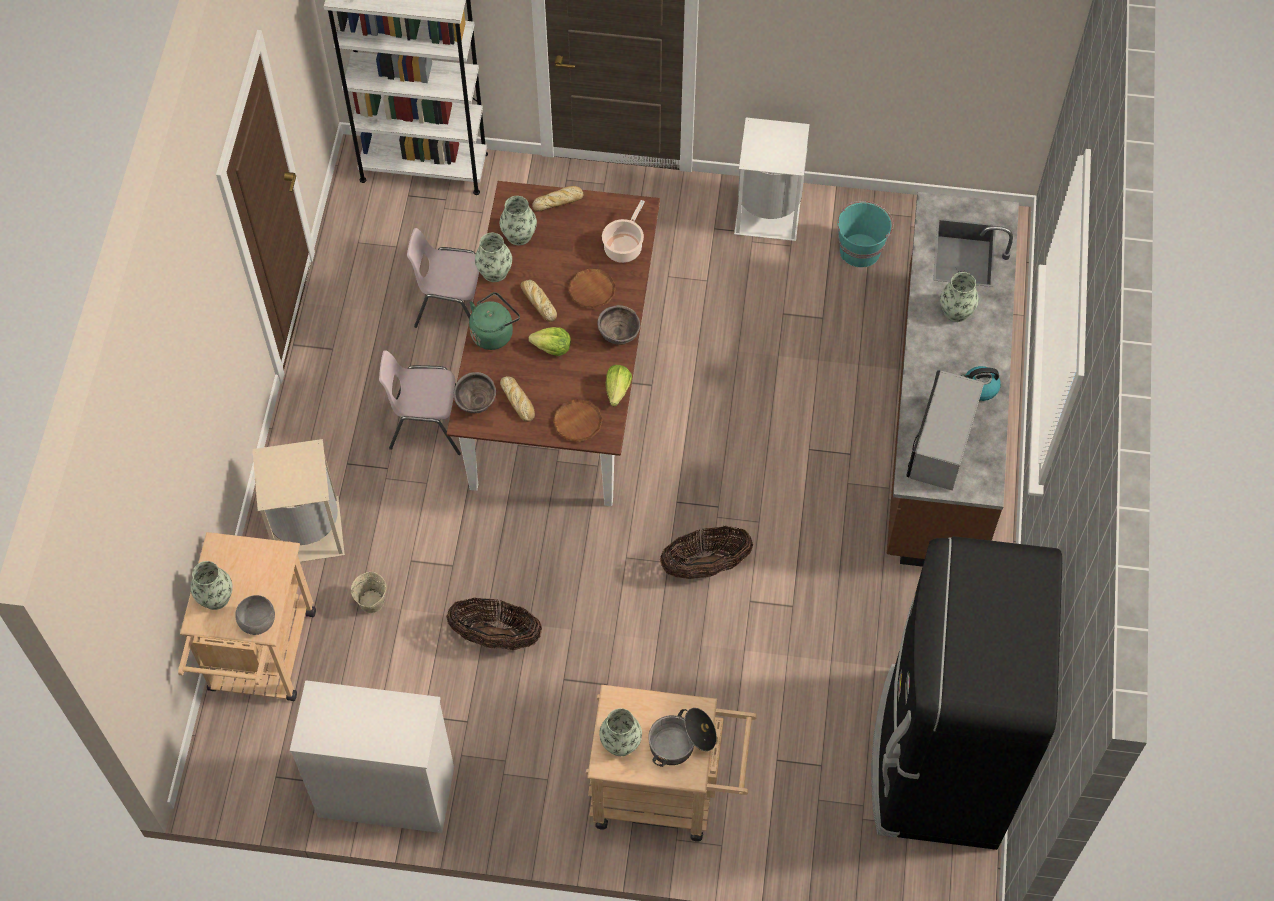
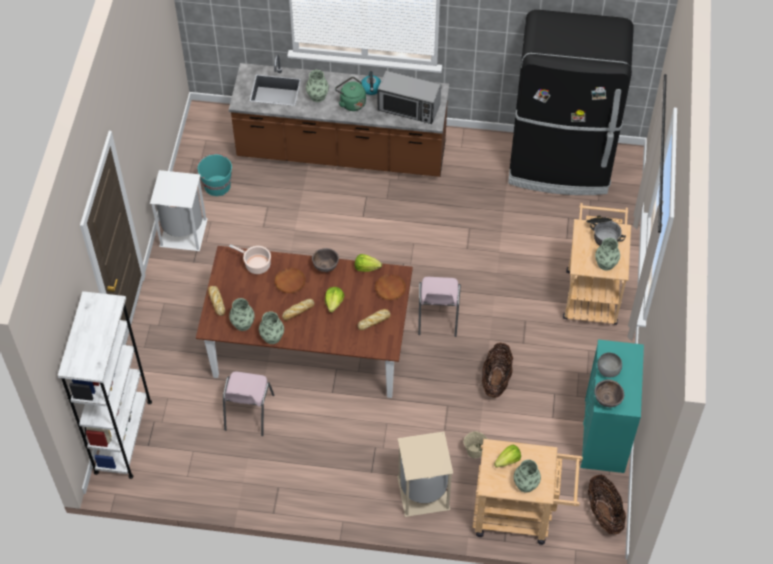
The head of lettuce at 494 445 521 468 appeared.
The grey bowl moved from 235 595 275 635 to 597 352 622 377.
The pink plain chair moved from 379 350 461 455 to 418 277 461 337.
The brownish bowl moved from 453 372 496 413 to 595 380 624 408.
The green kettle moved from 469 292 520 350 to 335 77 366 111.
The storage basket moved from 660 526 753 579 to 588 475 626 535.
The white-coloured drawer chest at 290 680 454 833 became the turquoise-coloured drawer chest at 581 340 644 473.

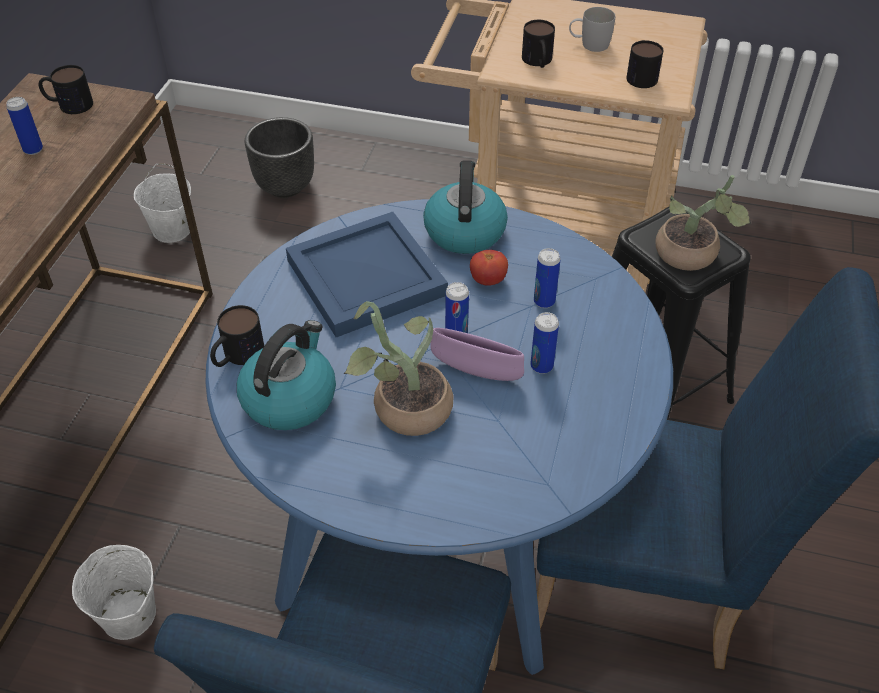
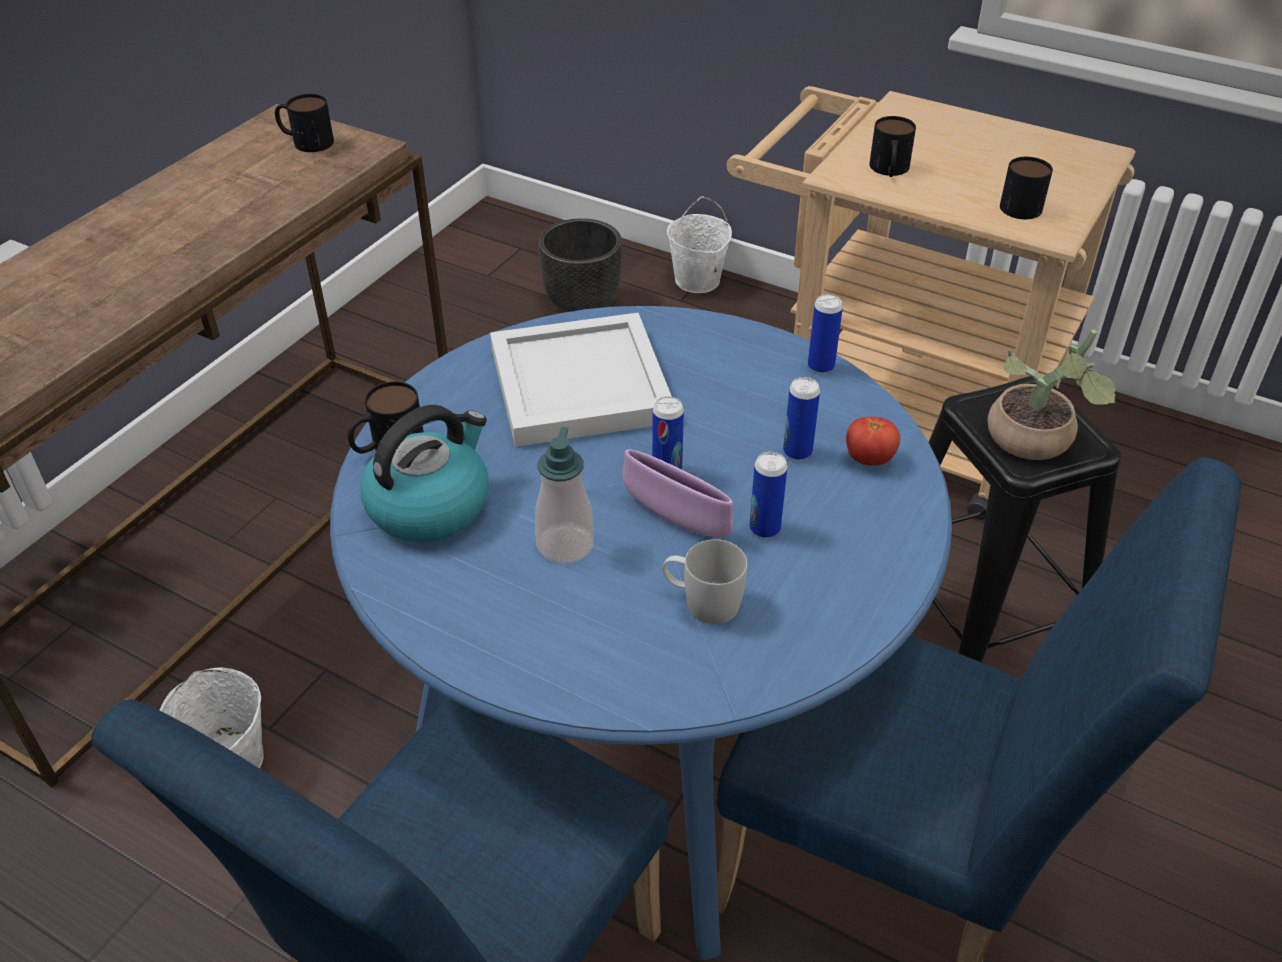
The kettle at 423 160 508 254 disappeared.
The sealed can moved from 6 97 43 155 to 808 294 843 374.
The white-coloured bucket moved from 134 164 191 243 to 667 196 732 293.
The fresh tomato moved from 470 250 508 286 to 846 417 900 466.
The white-coloured mug moved from 569 7 615 52 to 663 539 747 624.
The houseplant at 343 301 453 436 was replaced by the liquid soap bottle at 535 427 594 563.
The blue serving tray at 286 212 448 337 became the white-coloured serving tray at 490 313 672 447.

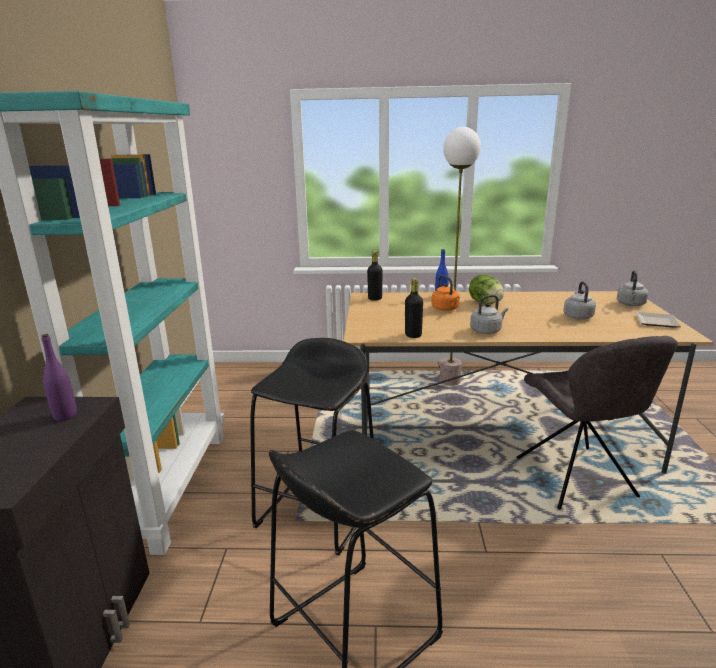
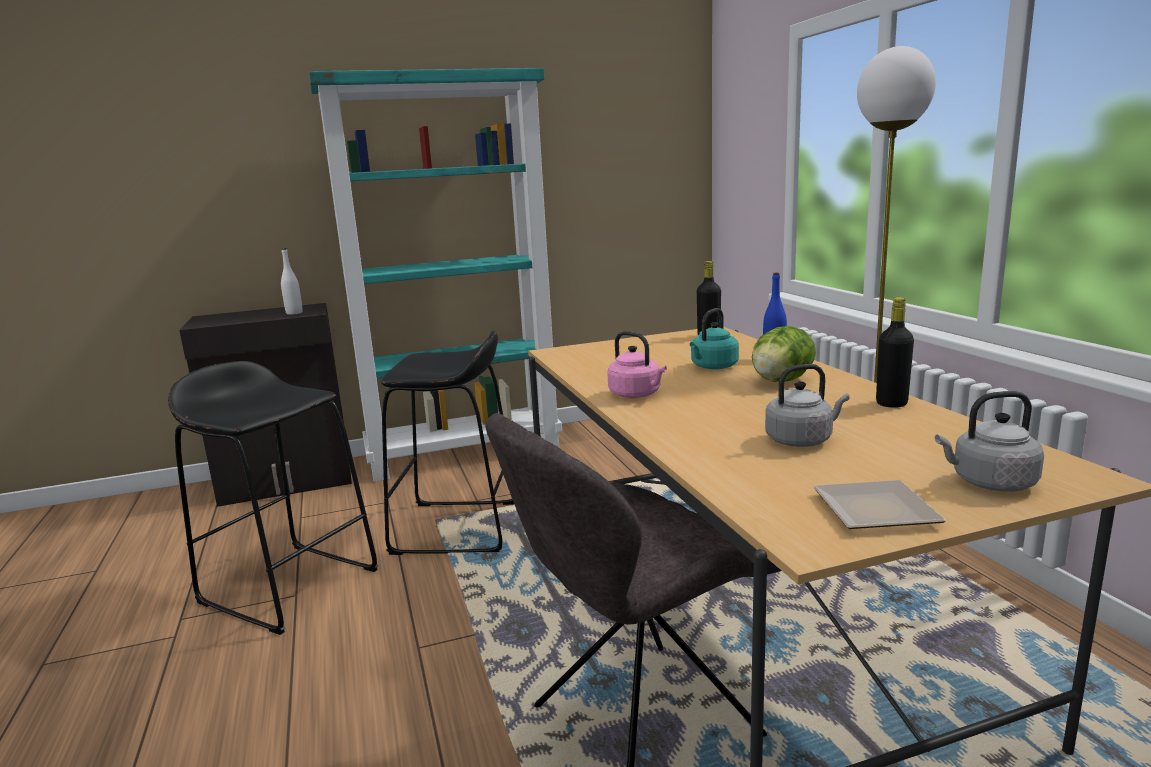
The blackish drink bottle moved from 405 278 423 338 to 876 297 914 408.
The purplish drink bottle at 41 334 77 421 became the white-coloured drink bottle at 281 248 303 315.
The orange-coloured kettle at 432 275 460 311 became the turquoise-coloured kettle at 690 308 739 370.
The grey kettle at 470 294 508 334 became the pink kettle at 607 331 667 398.

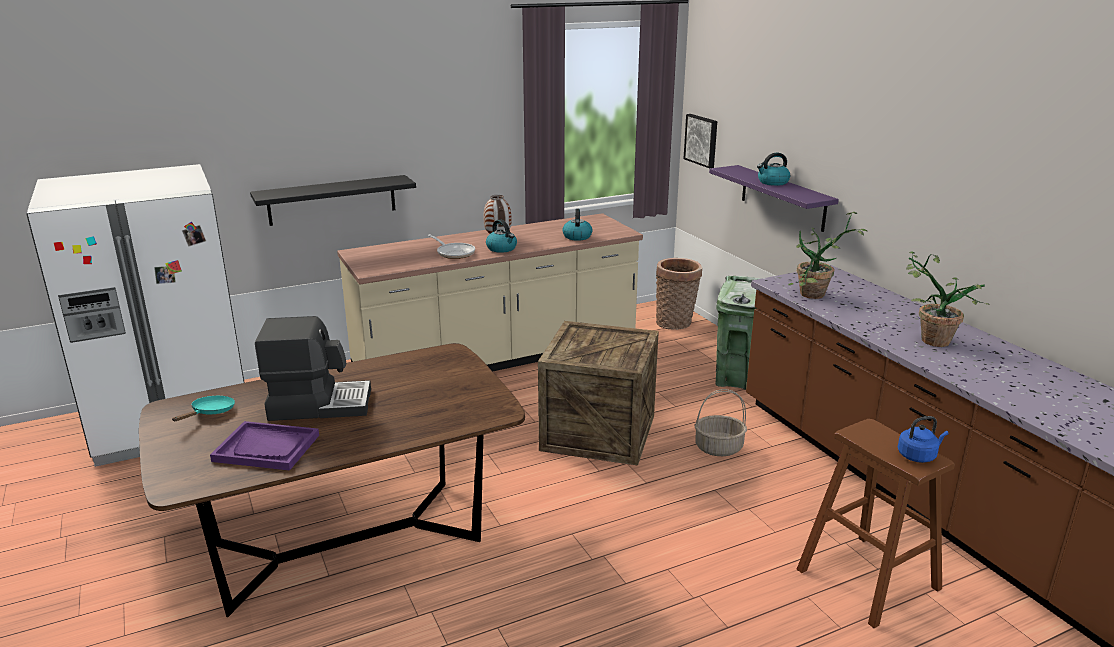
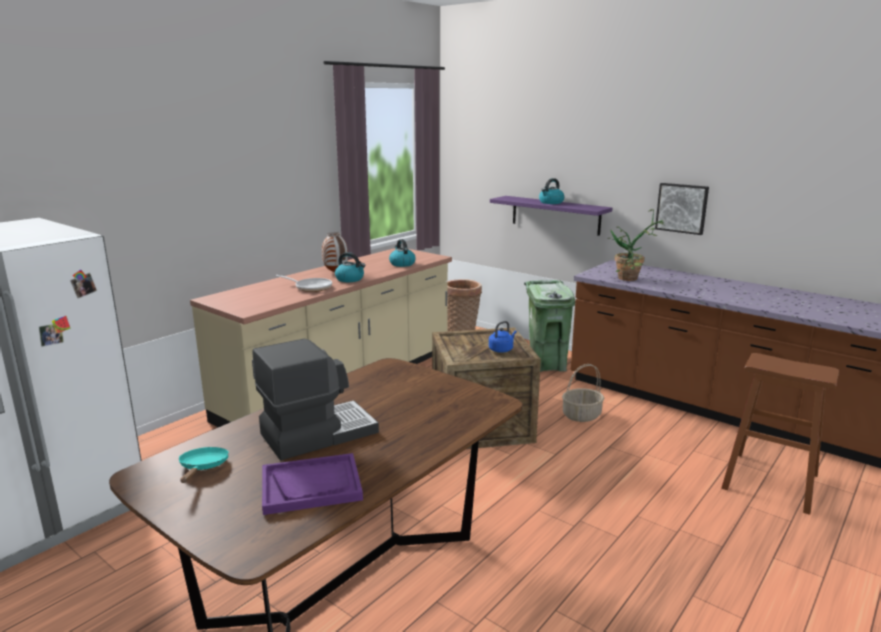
The blackish wall shelf at 250 175 416 226 disappeared.
The houseplant at 906 252 990 347 disappeared.
The picture moved from 683 114 717 168 to 655 183 709 235.
The blue kettle moved from 898 416 949 463 to 489 321 517 353.

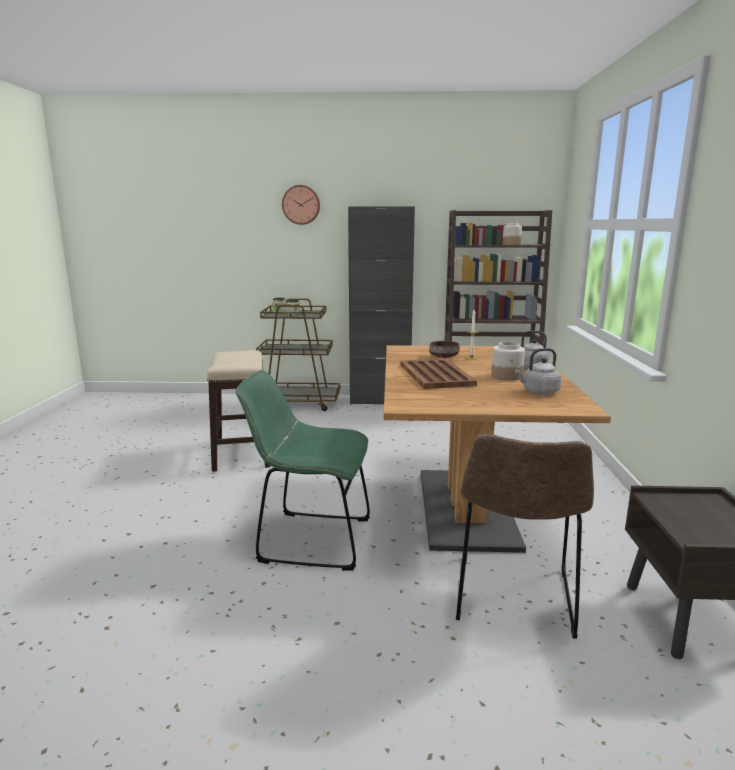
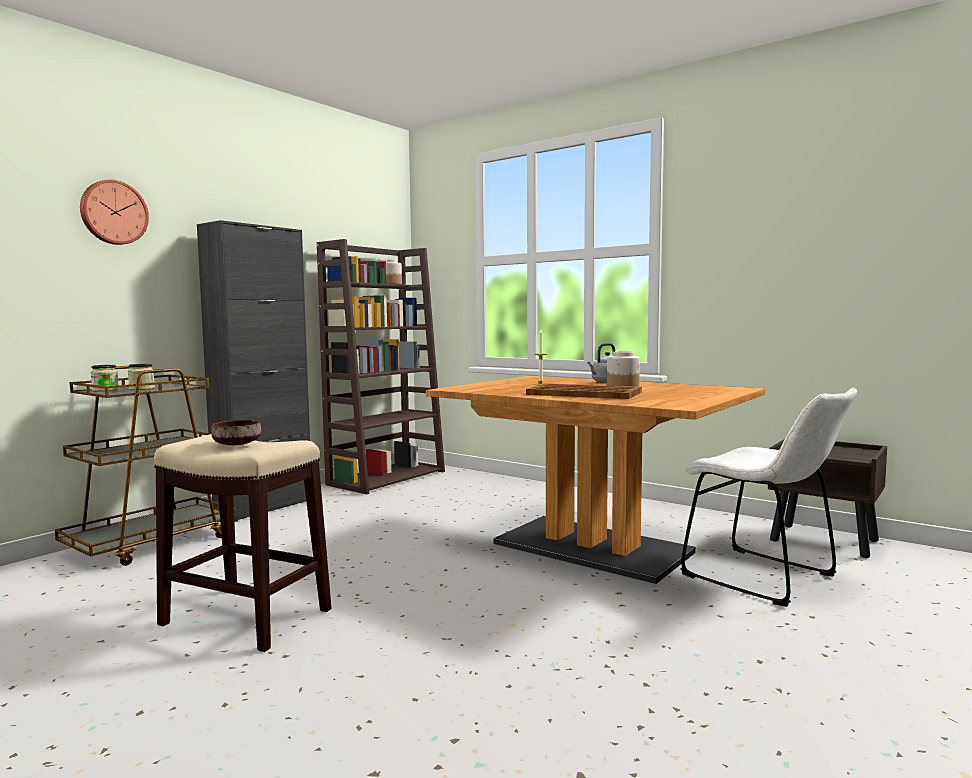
The green plain chair at 236 370 370 571 disappeared.
The grey kettle at 515 348 561 394 disappeared.
The brownish bowl moved from 429 341 460 358 to 211 420 261 445.
The brownish plain chair at 456 434 594 639 became the white-coloured plain chair at 681 388 857 607.

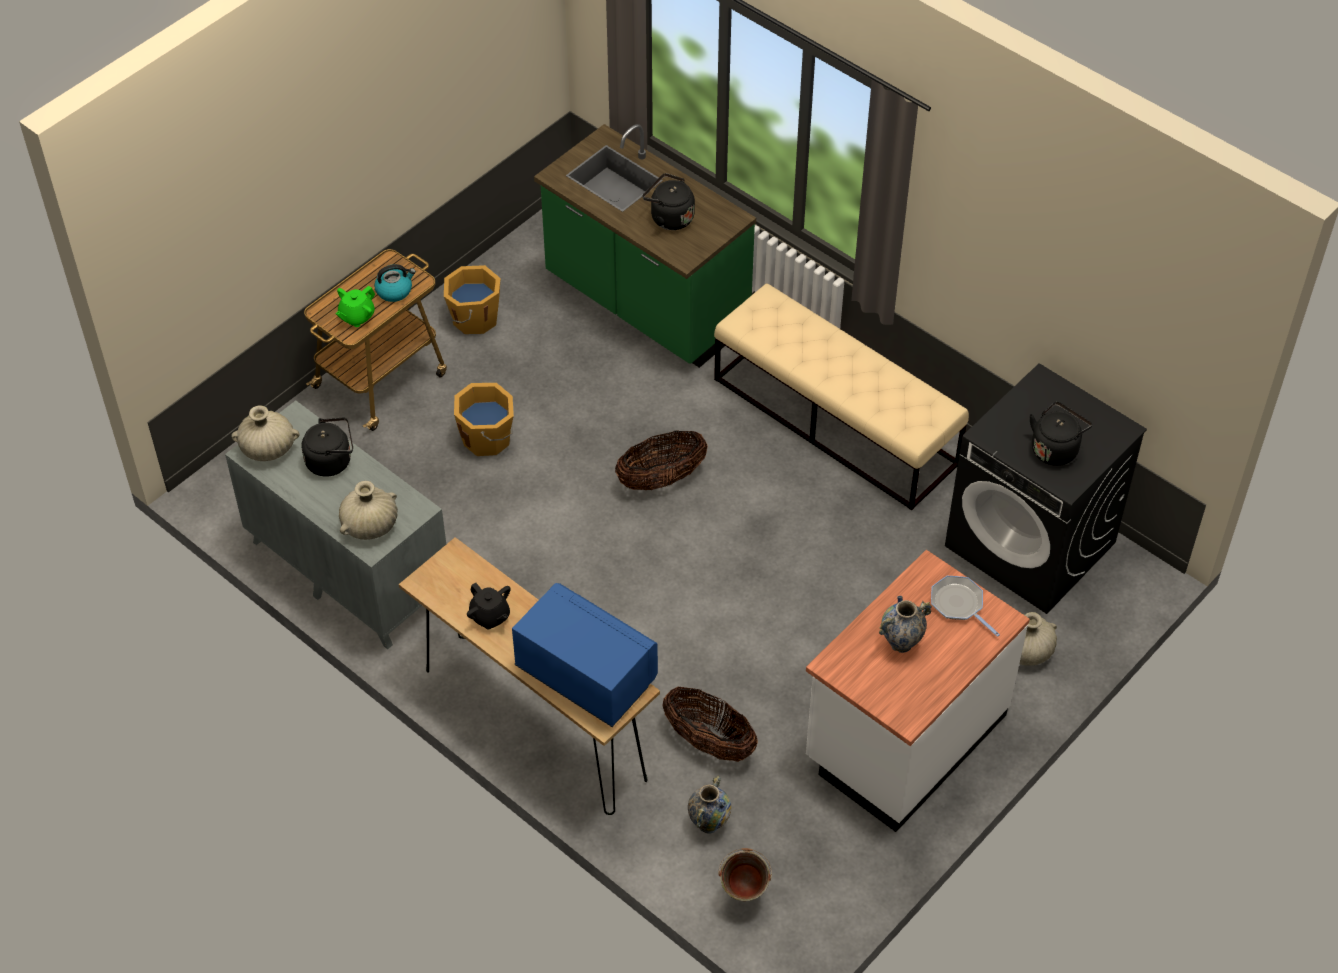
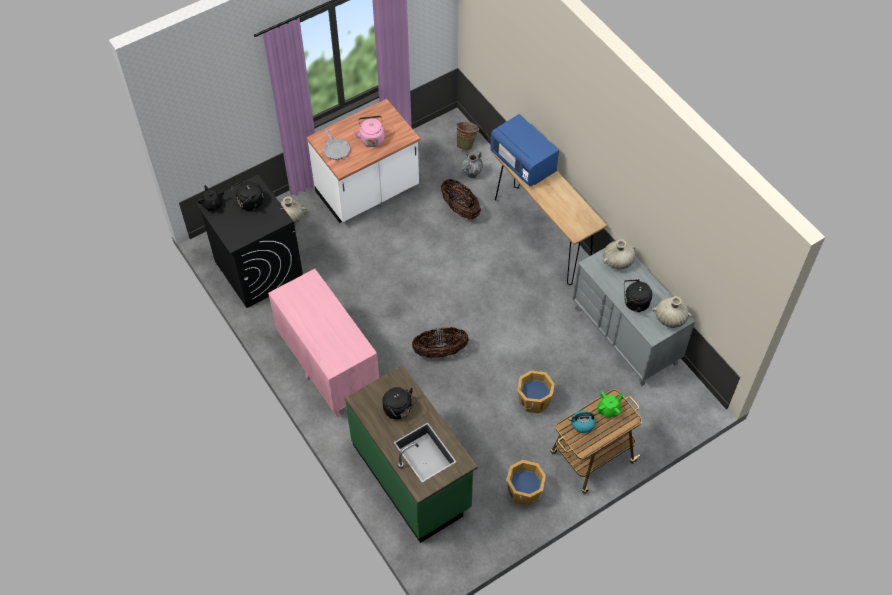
The blackish teapot moved from 467 583 511 630 to 197 185 224 211.
The sand-coloured bench at 714 283 969 510 was replaced by the pink drawer chest at 268 269 379 418.
The decorative vase at 879 596 932 653 was replaced by the pink kettle at 354 116 384 147.

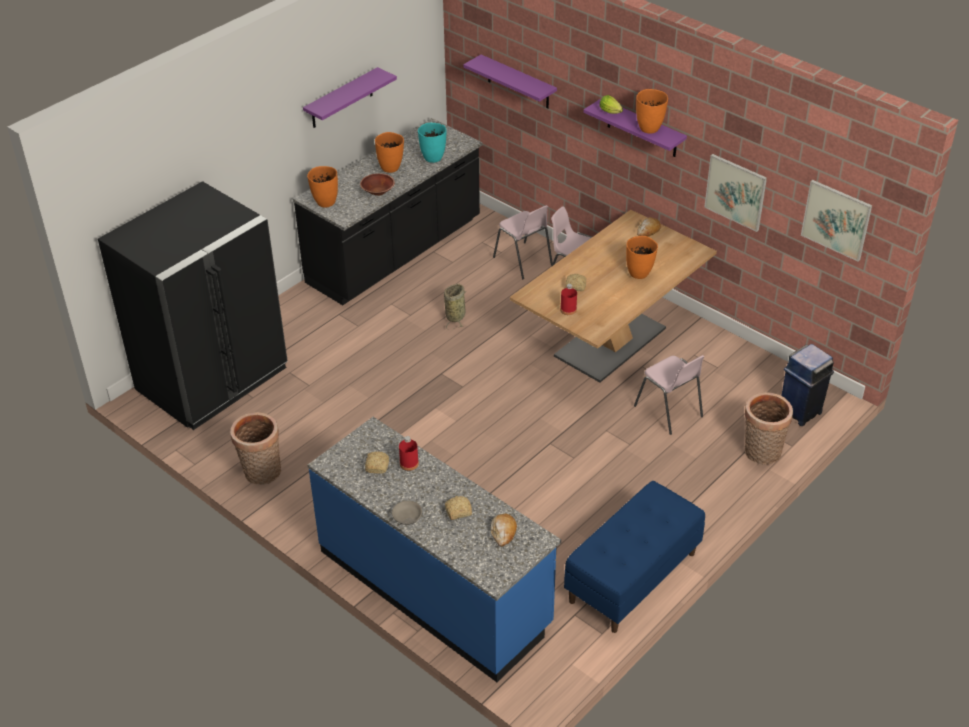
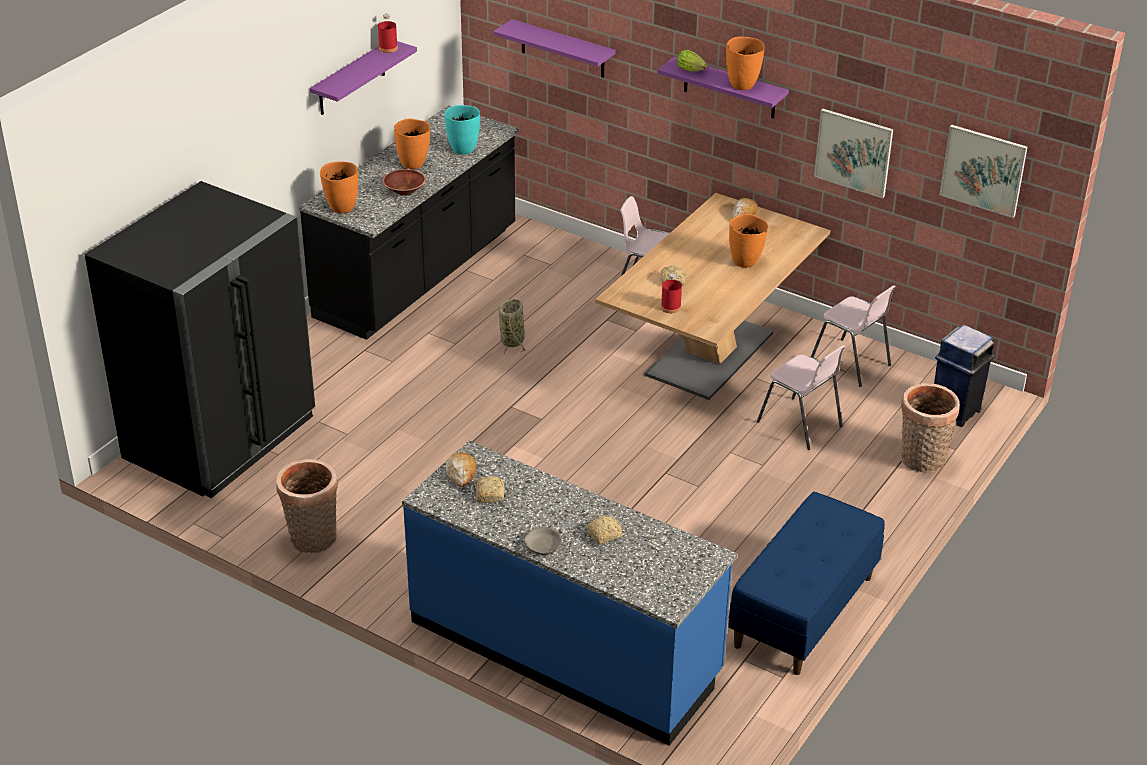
The red-coloured drink bottle moved from 399 436 419 471 to 378 14 398 53.
The bread moved from 491 514 517 547 to 446 452 477 487.
The pink plain chair moved from 493 205 553 279 to 811 285 896 387.

